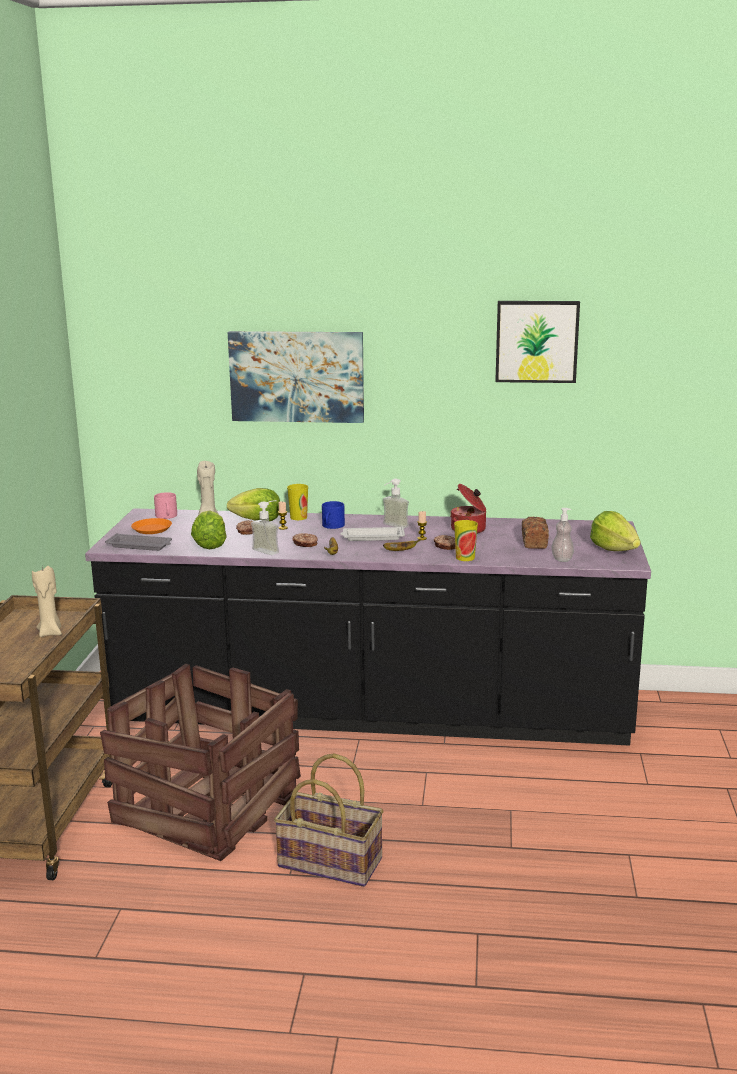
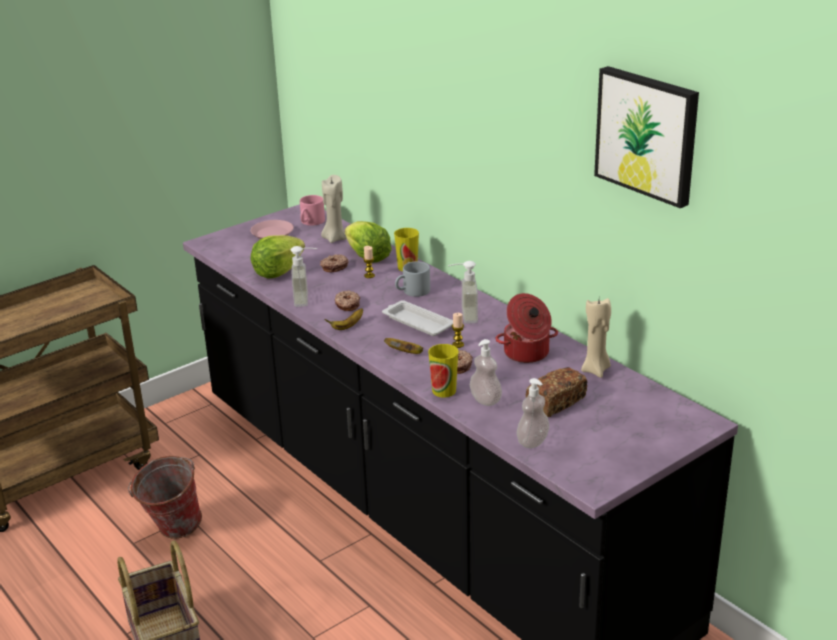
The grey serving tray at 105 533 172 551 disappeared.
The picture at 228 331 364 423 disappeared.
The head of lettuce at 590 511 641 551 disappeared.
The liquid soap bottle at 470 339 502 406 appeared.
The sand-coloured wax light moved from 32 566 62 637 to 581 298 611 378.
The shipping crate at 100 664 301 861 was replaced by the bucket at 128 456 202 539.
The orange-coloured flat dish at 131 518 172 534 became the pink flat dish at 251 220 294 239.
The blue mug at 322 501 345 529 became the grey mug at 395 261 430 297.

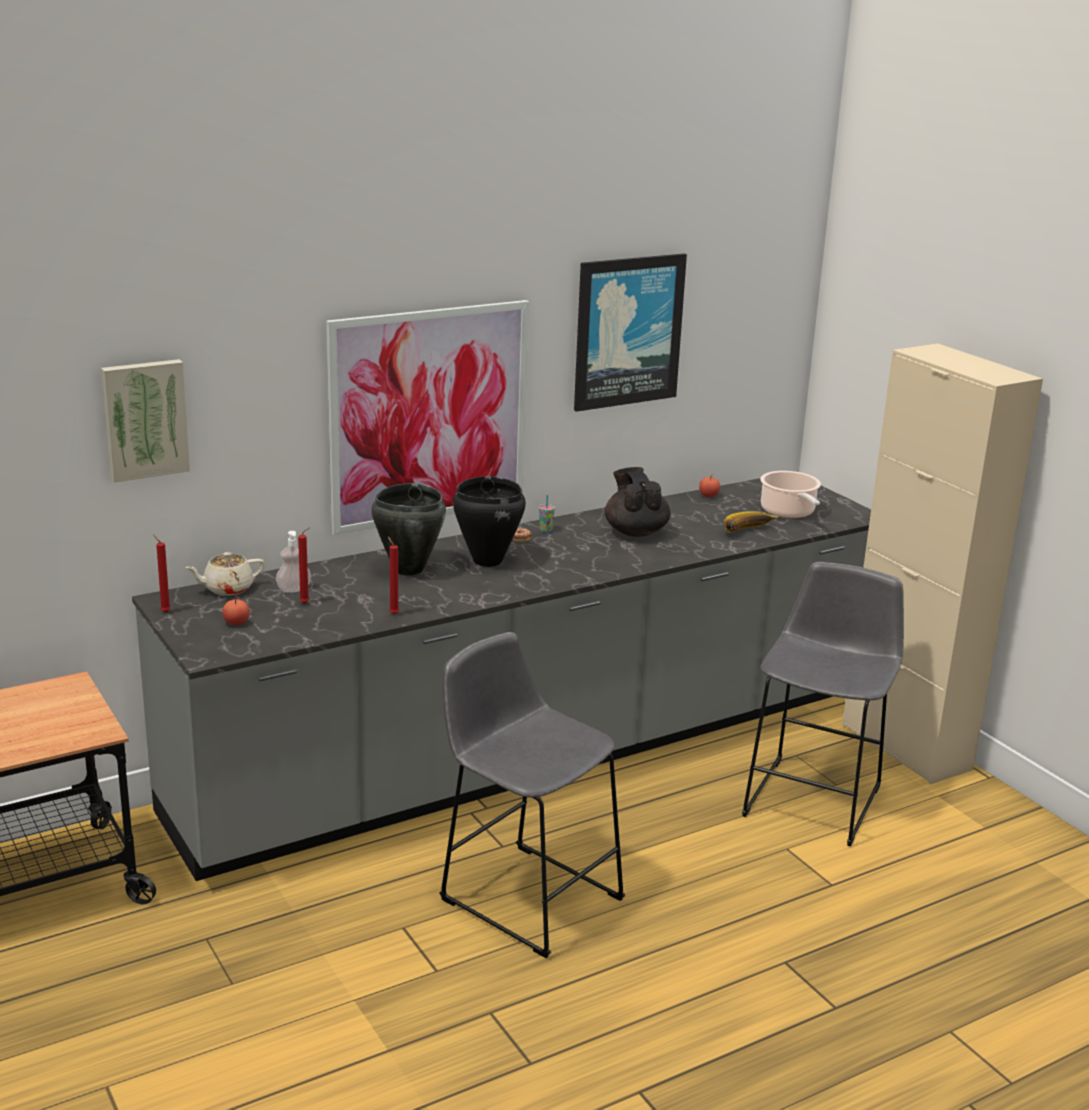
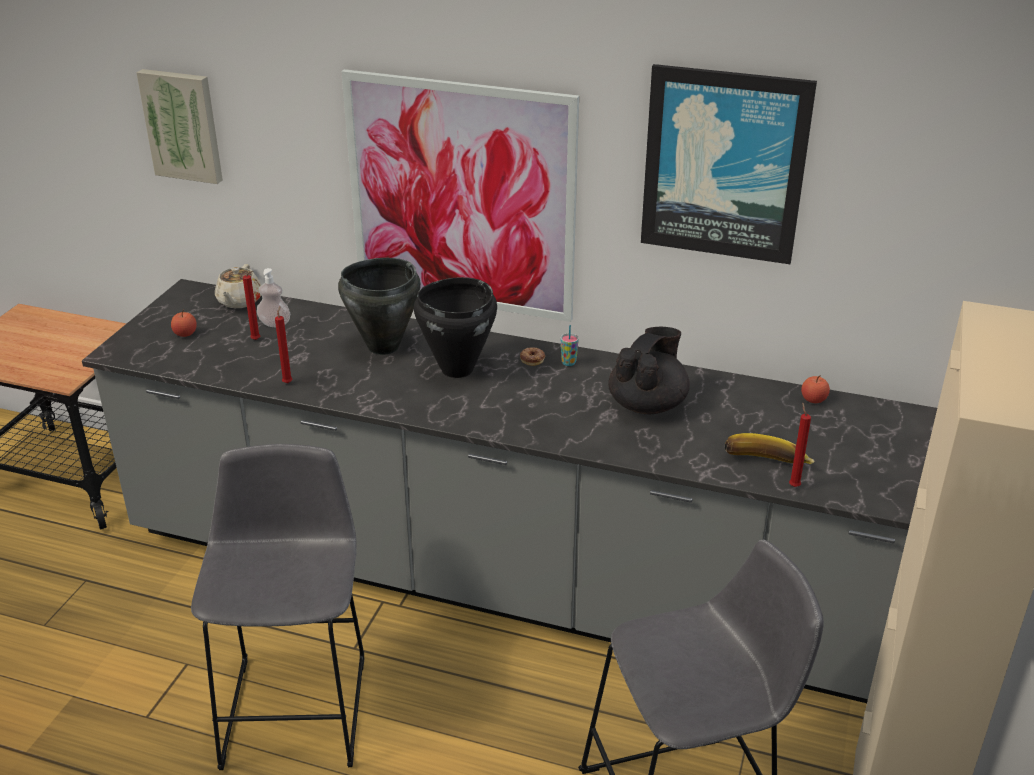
The stockpot at 760 471 821 518 disappeared.
The red-coloured wax light moved from 153 534 171 612 to 789 403 811 487.
The sand-coloured teapot at 185 552 264 596 turned 105 degrees counterclockwise.

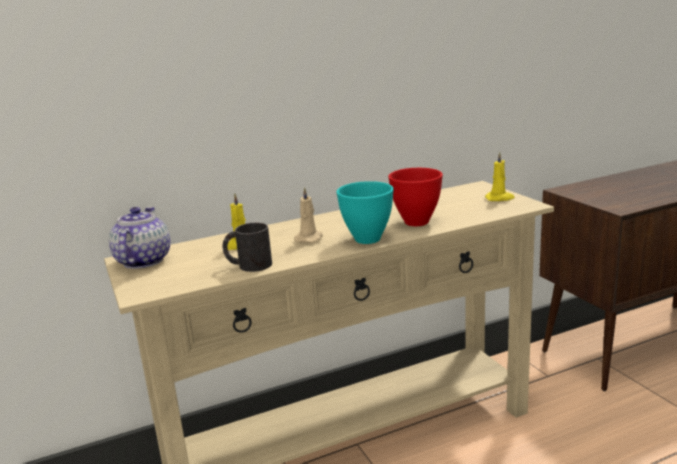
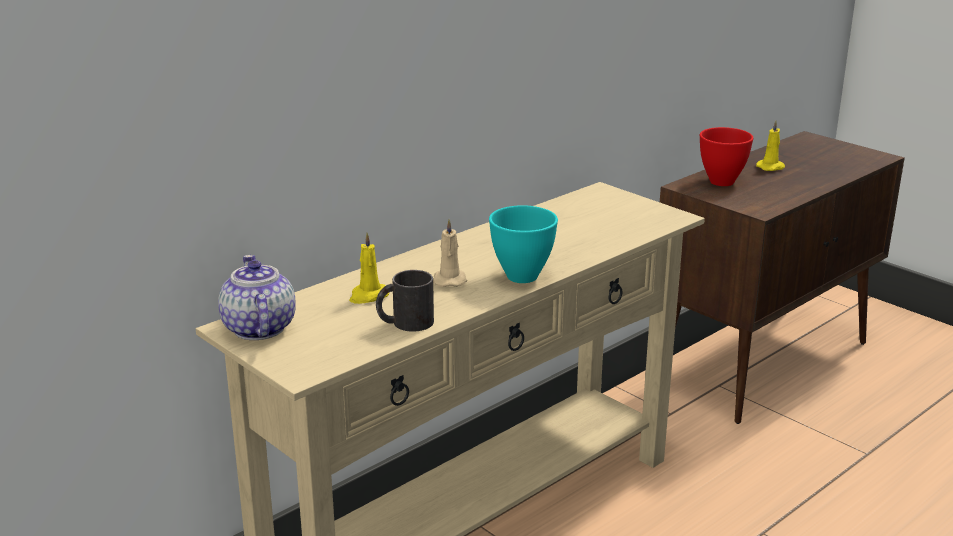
The red-coloured bowl moved from 388 168 443 226 to 700 127 754 186.
The yellow-coloured wax light moved from 485 152 515 201 to 756 121 785 171.

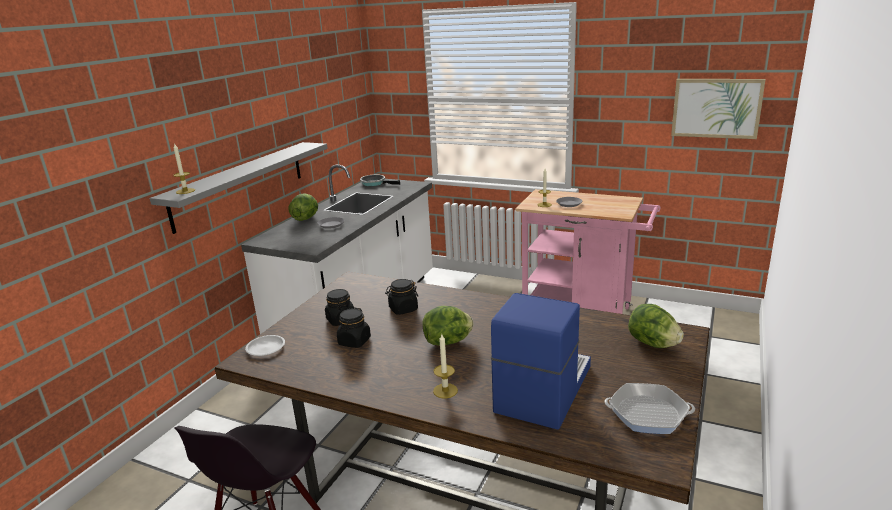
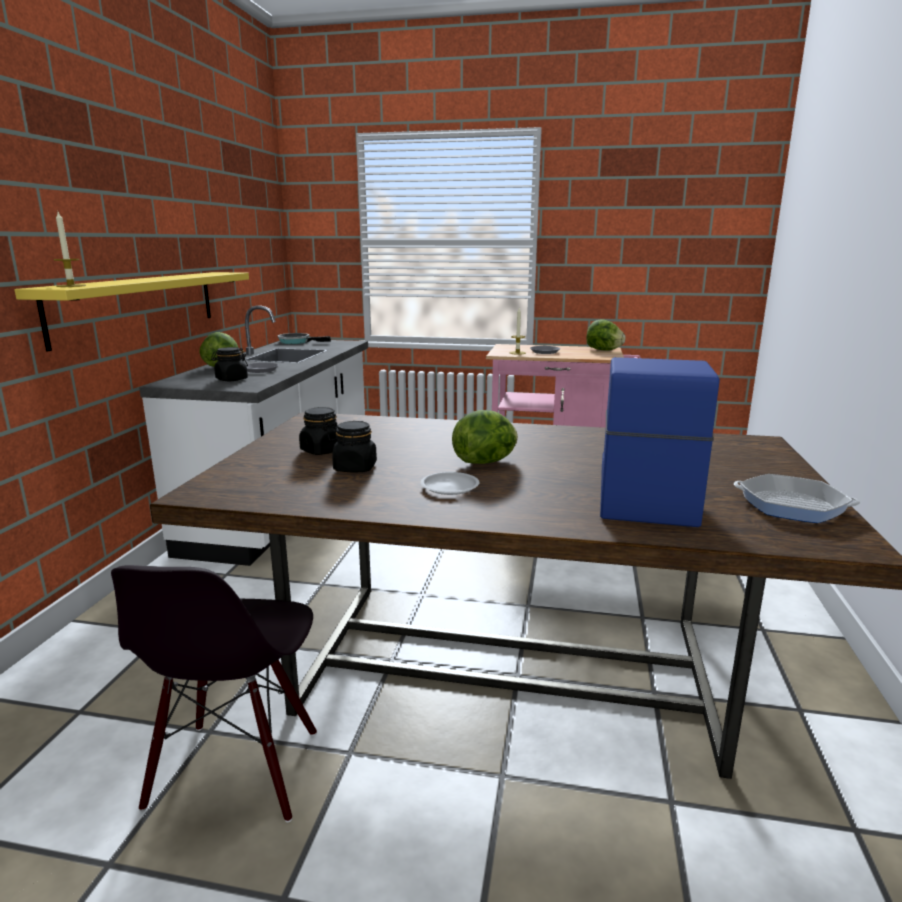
The wax light at 433 334 458 399 disappeared.
The picture at 671 79 766 139 disappeared.
The white-coloured flat dish moved from 245 335 285 356 to 421 472 479 495.
The blackish storage jar moved from 385 279 418 315 to 211 347 248 381.
The head of lettuce moved from 628 304 684 348 to 587 319 626 351.
The grey wall shelf at 150 142 328 234 became the yellow-coloured wall shelf at 14 272 249 351.
The skillet at 604 383 695 434 turned 150 degrees counterclockwise.

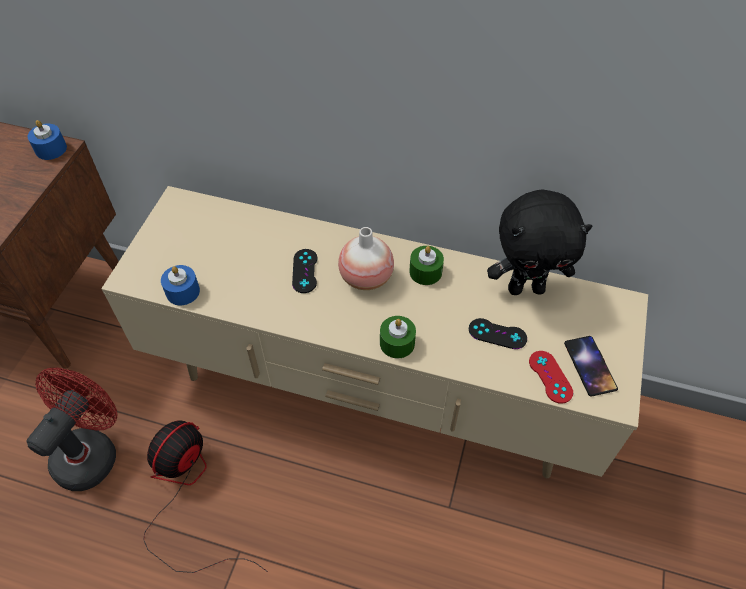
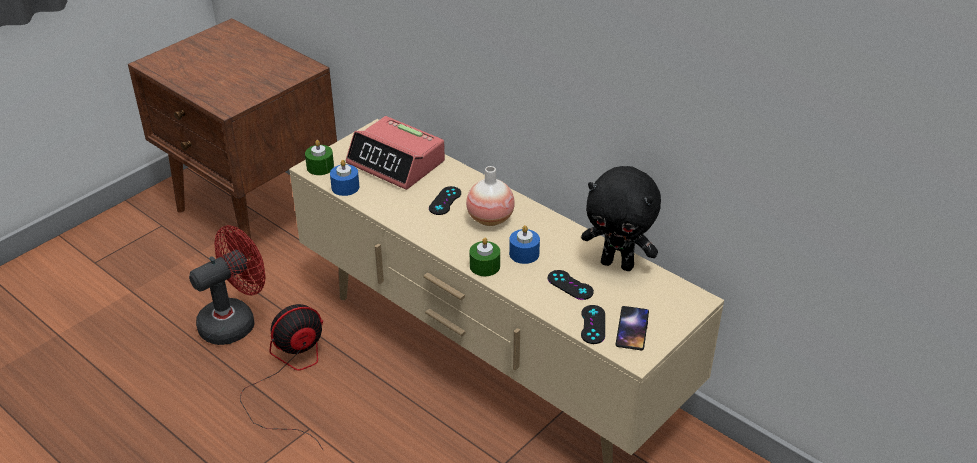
The table clock at 346 116 445 190 appeared.
The blue wax light moved from 28 120 67 160 to 509 225 540 264.
The green wax light moved from 409 246 444 285 to 305 140 334 175.
The red-coloured gamepad at 529 351 573 404 became the blackish gamepad at 581 305 605 344.

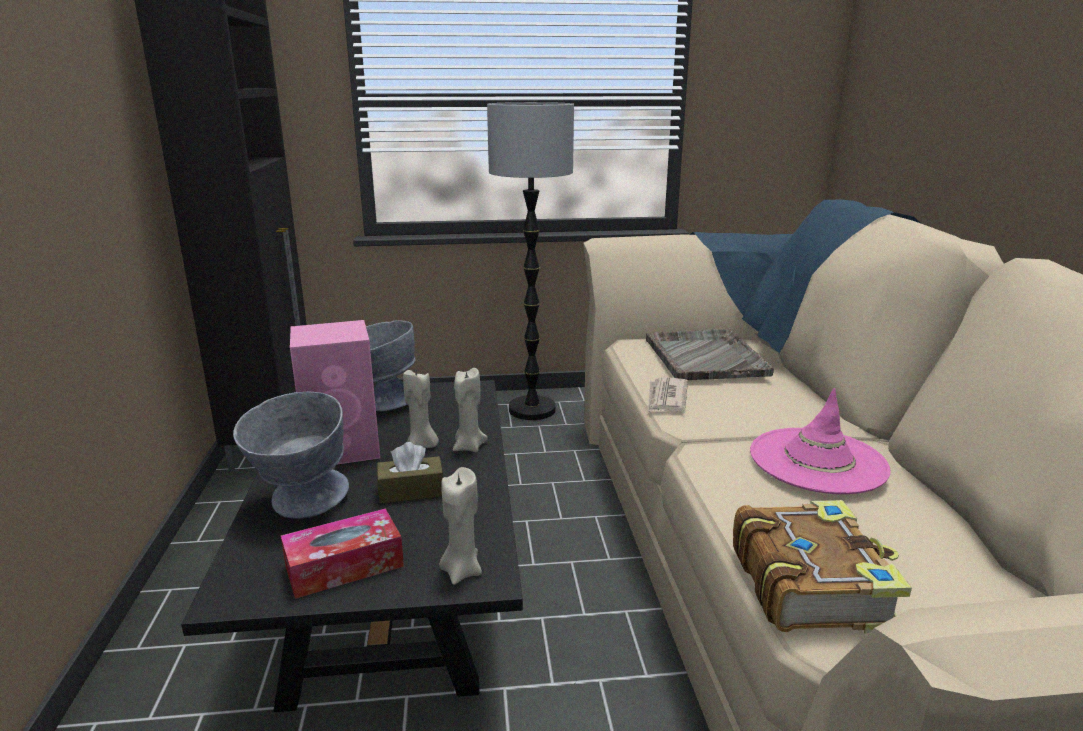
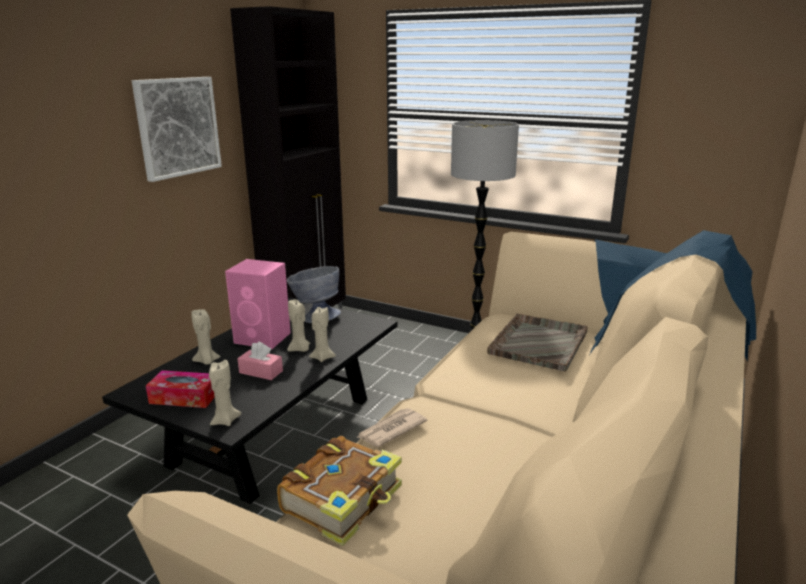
The pink clothing hat at 750 388 891 494 disappeared.
The picture at 132 77 222 182 appeared.
The printed paper moved from 648 378 688 412 to 356 408 428 447.
The grey bowl at 233 392 349 519 was replaced by the sand-coloured wax light at 191 309 221 365.
The brownish box of tissues at 377 442 443 503 became the pink box of tissues at 237 342 283 380.

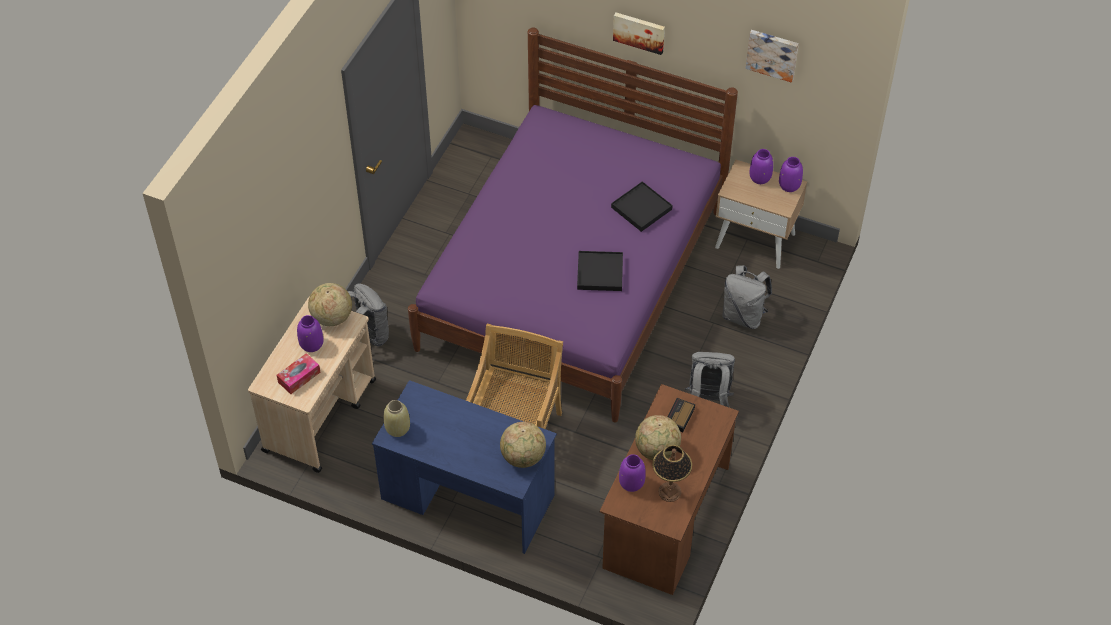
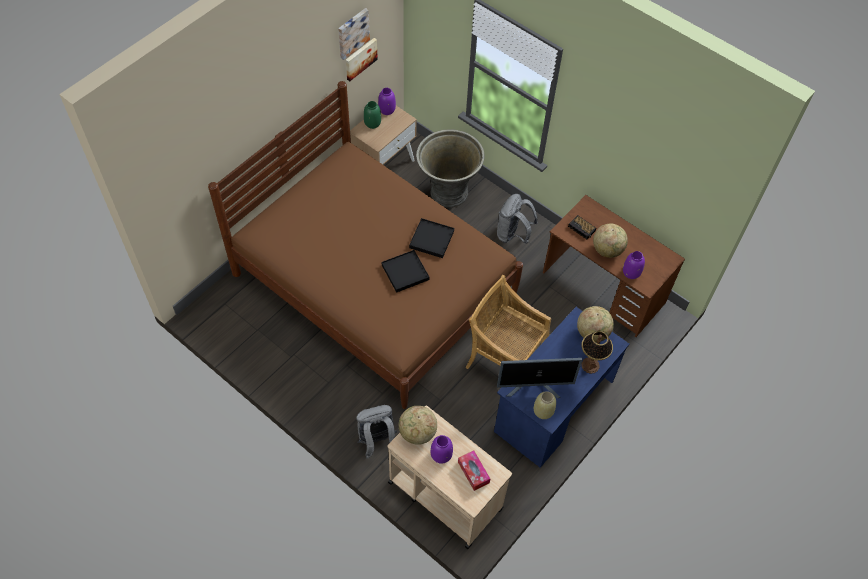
The monitor at 497 358 582 398 appeared.
The blackish serving tray moved from 611 181 673 232 to 382 250 429 293.
The picture moved from 613 12 665 55 to 346 38 378 81.
The lamp for a table moved from 652 445 692 502 to 581 331 613 374.
The grey rucksack at 722 265 772 329 was replaced by the grey flower pot at 416 129 485 208.
The purplish sleeping bed at 408 28 738 423 became the brownish sleeping bed at 208 81 523 409.
The purplish decorative vase at 750 149 773 184 became the green decorative vase at 364 101 381 129.

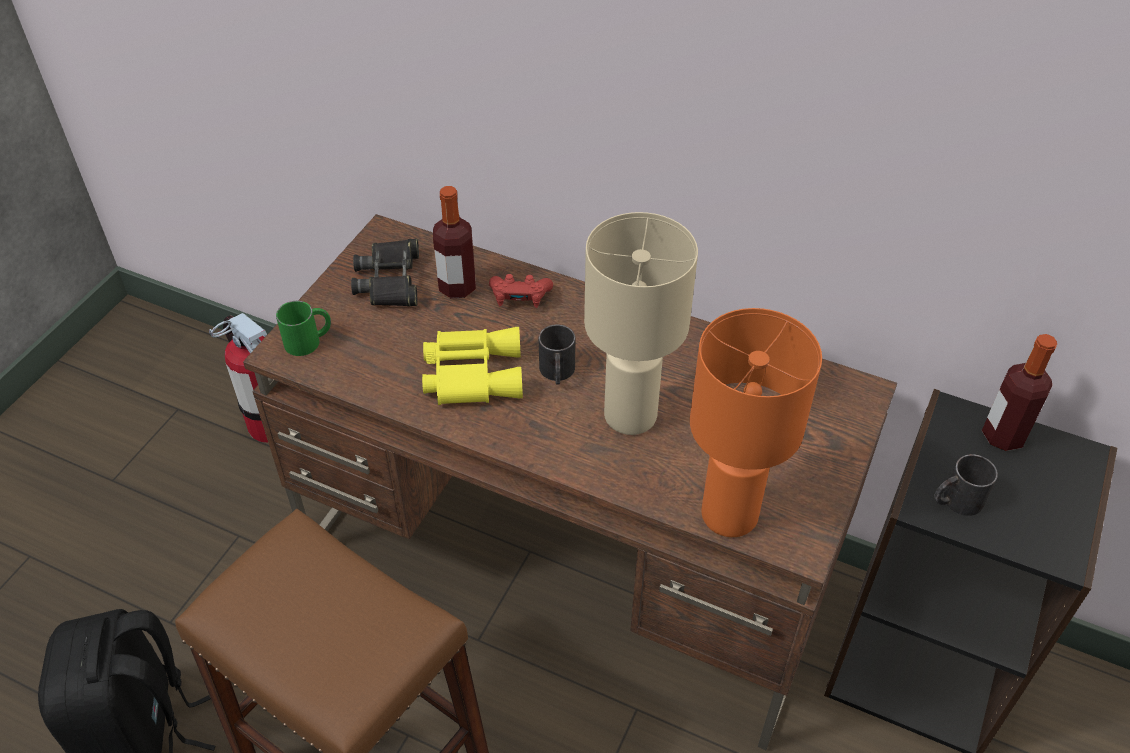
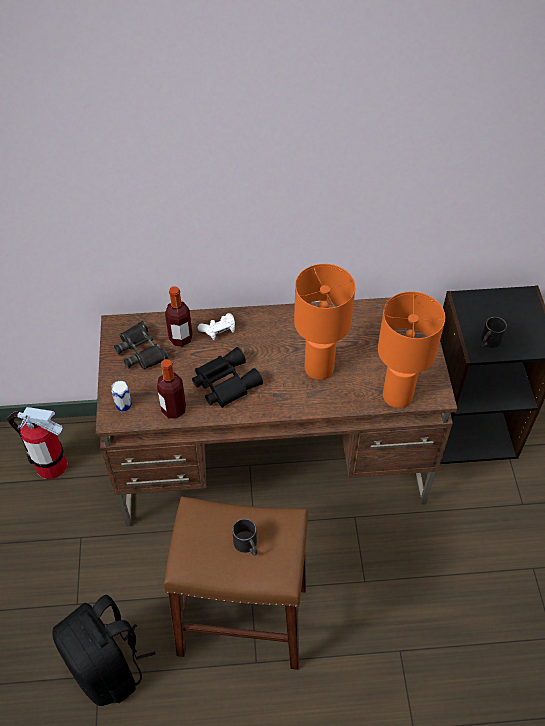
The blackish mug moved from 539 325 575 385 to 232 519 257 555.
The drink bottle moved from 982 334 1057 451 to 157 359 186 419.
The green mug at 276 301 331 356 was replaced by the sealed can at 111 381 132 412.
The yellow-coloured pair of binoculars at 422 327 523 405 became the blackish pair of binoculars at 192 347 263 408.
The red-coloured gamepad at 489 274 553 308 became the white-coloured gamepad at 198 313 235 340.
The sand-coloured lamp for a table at 584 212 698 435 became the orange-coloured lamp for a table at 294 264 355 380.

